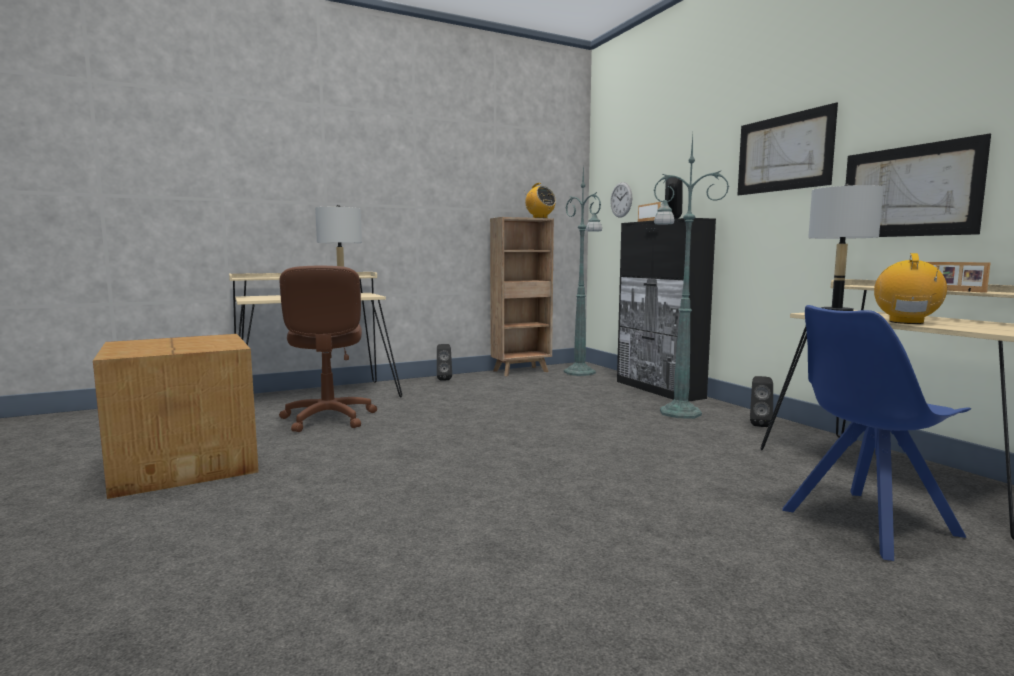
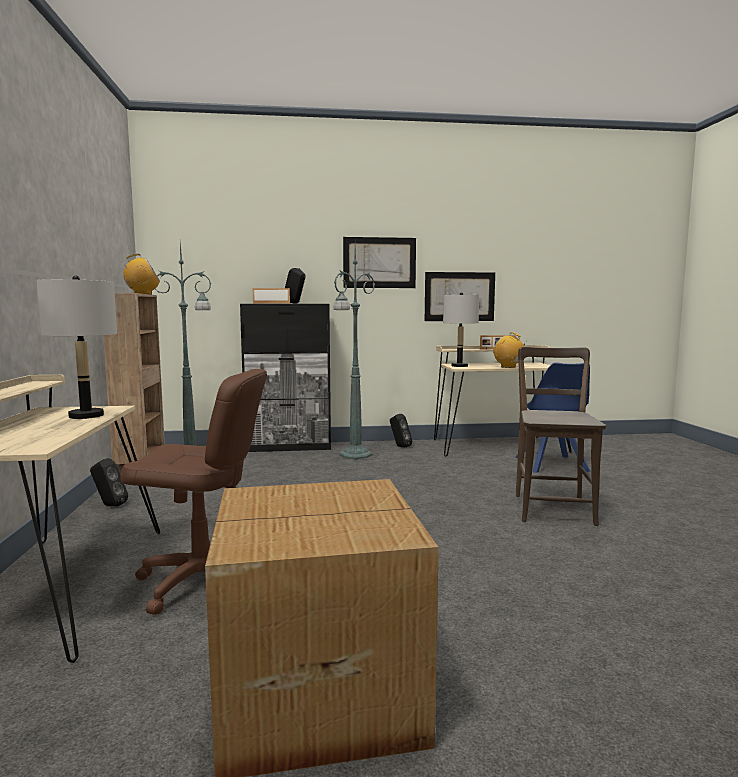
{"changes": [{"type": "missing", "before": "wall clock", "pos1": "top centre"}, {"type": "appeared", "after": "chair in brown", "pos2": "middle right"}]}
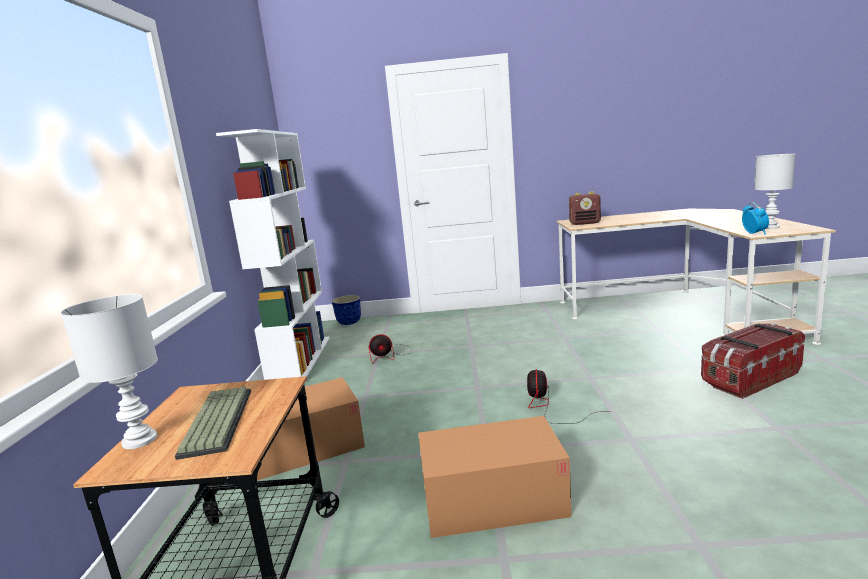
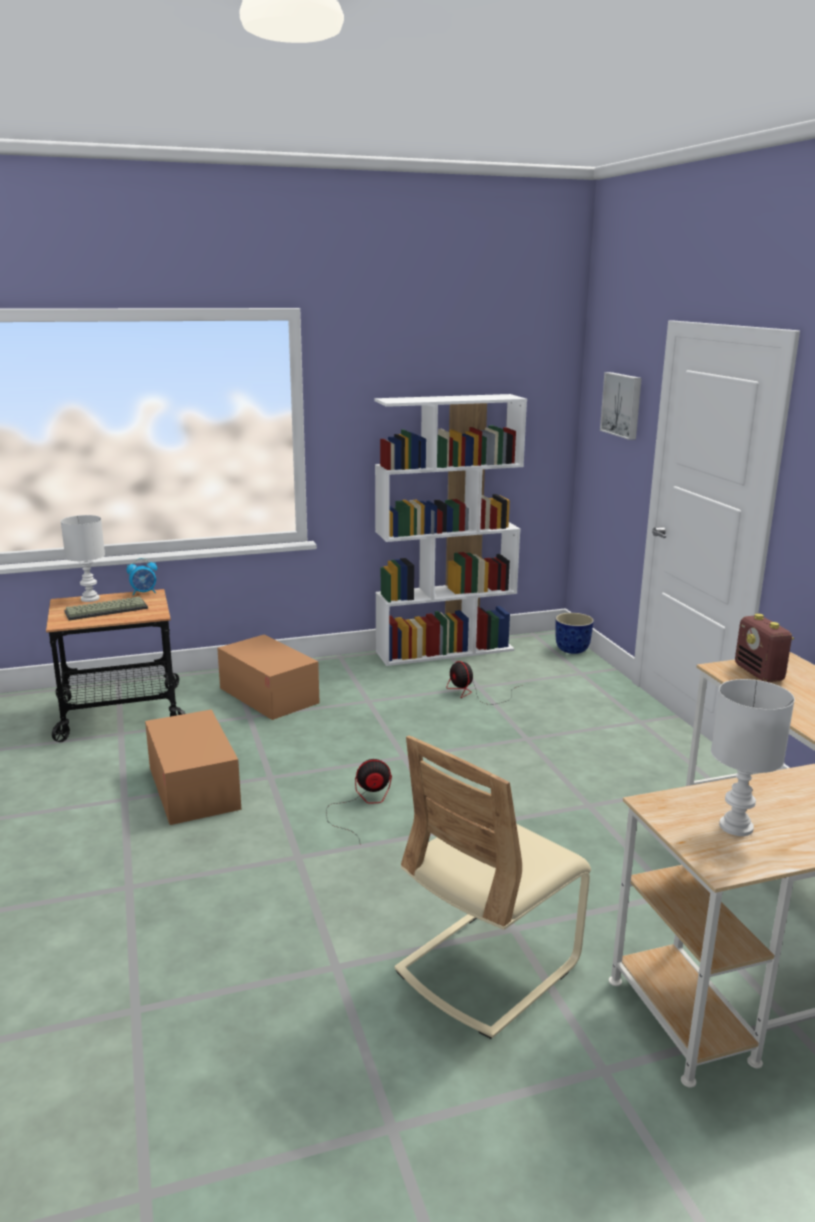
{"changes": [{"type": "exchanged", "before": "storage box", "after": "chair in beige", "pos1": "middle right", "pos2": "bottom centre"}, {"type": "relocated", "before": "alarm clock", "pos1": "middle right", "pos2": "middle left"}, {"type": "appeared", "after": "picture", "pos2": "top right"}]}
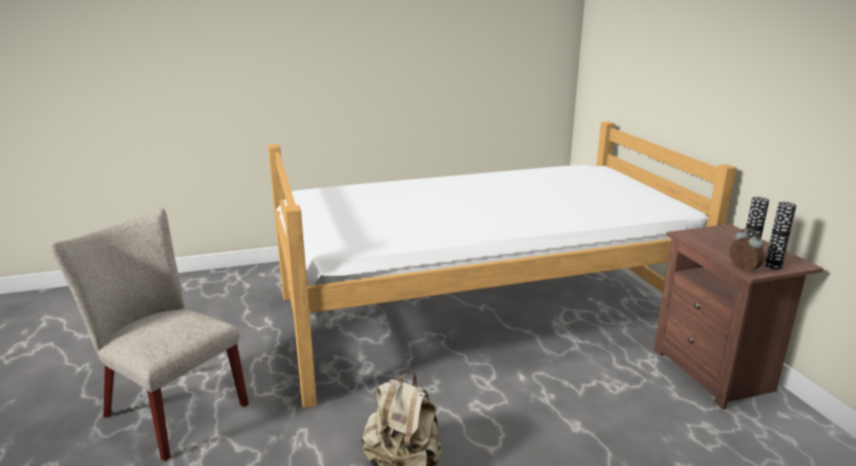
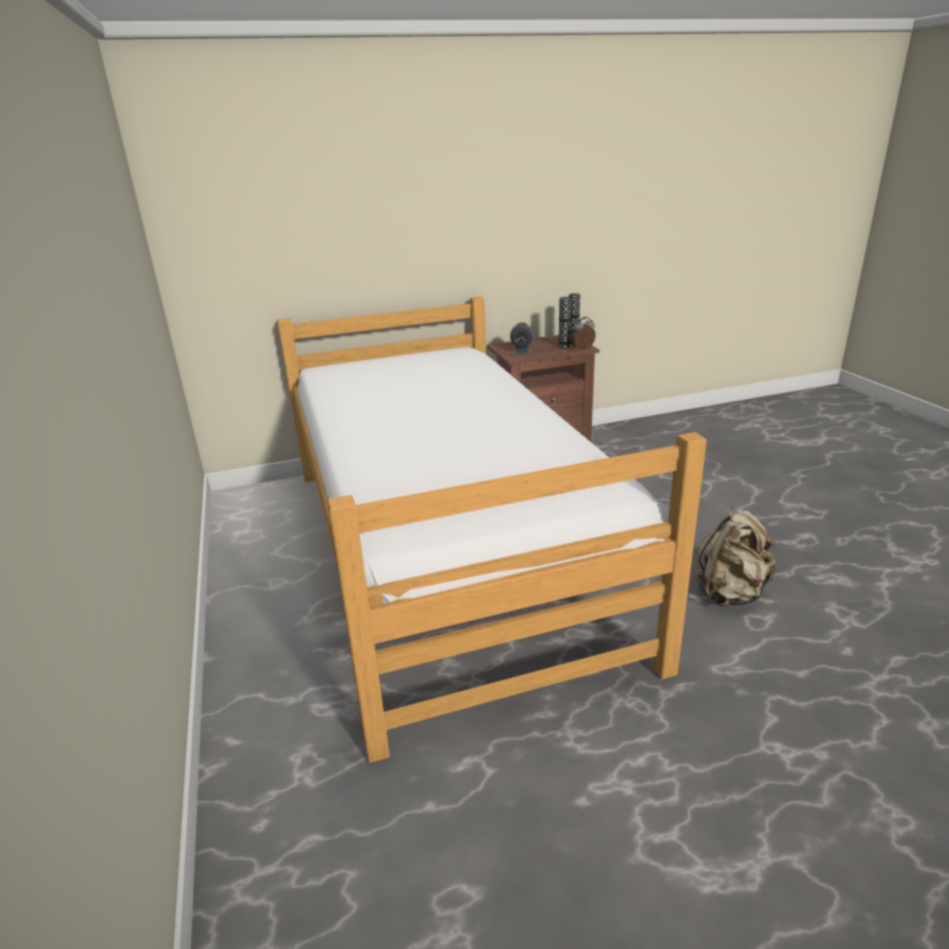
{"changes": [{"type": "missing", "before": "chair in beige", "pos1": "bottom left"}, {"type": "appeared", "after": "alarm clock (no. 1 from left)", "pos2": "centre"}]}
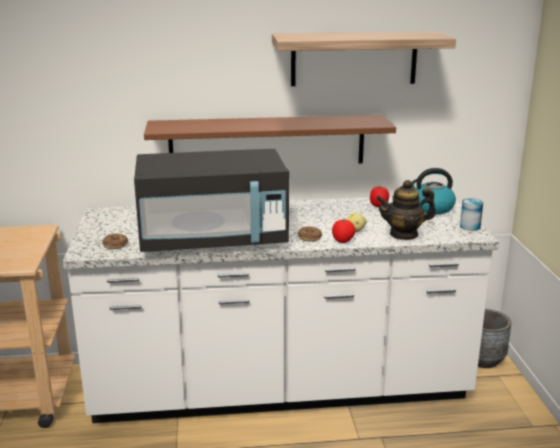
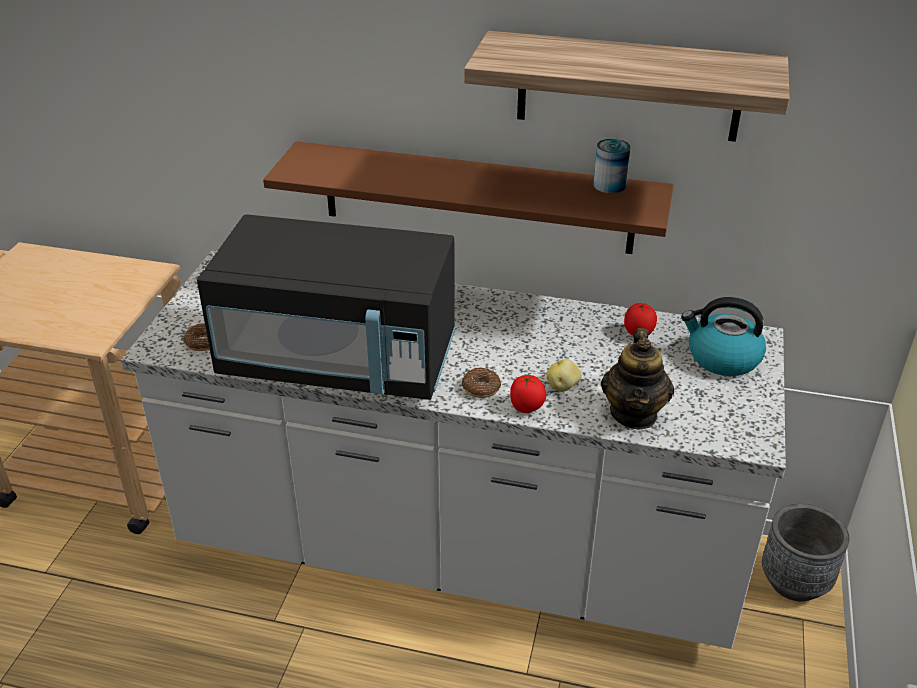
{"changes": [{"type": "spun", "before": "teapot", "pos1": "middle right", "pos2": "middle right", "turn": -90}, {"type": "relocated", "before": "can", "pos1": "middle right", "pos2": "top right"}]}
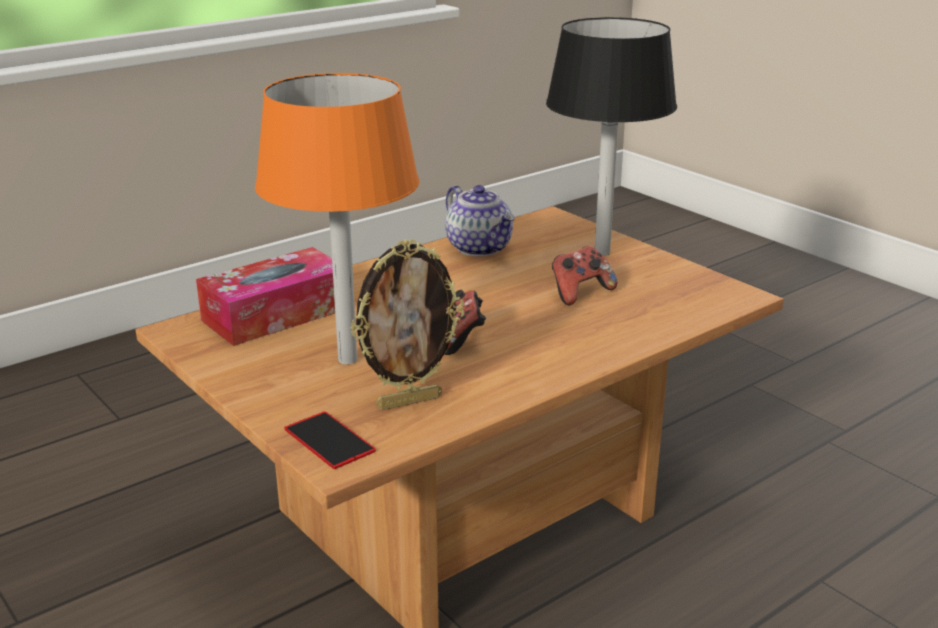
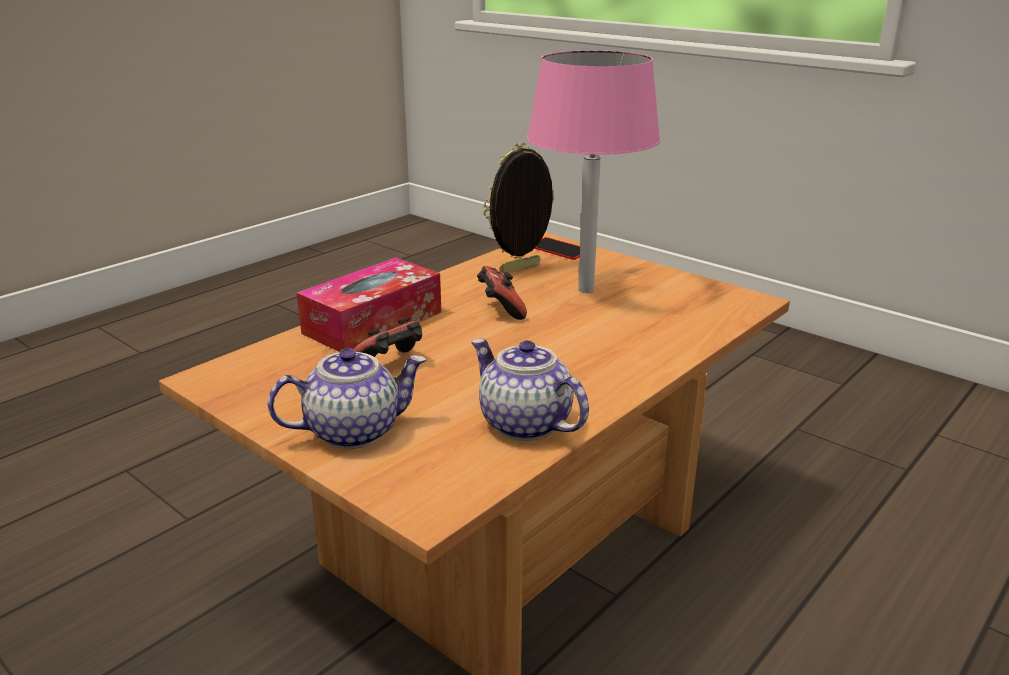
{"changes": [{"type": "relocated", "before": "tissue box", "pos1": "middle left", "pos2": "centre"}, {"type": "colour", "before": "table lamp in orange", "after": "table lamp in pink", "pos1": "centre", "pos2": "top centre"}, {"type": "exchanged", "before": "table lamp in black", "after": "teapot (no. 1 from left)", "pos1": "top centre", "pos2": "centre"}]}
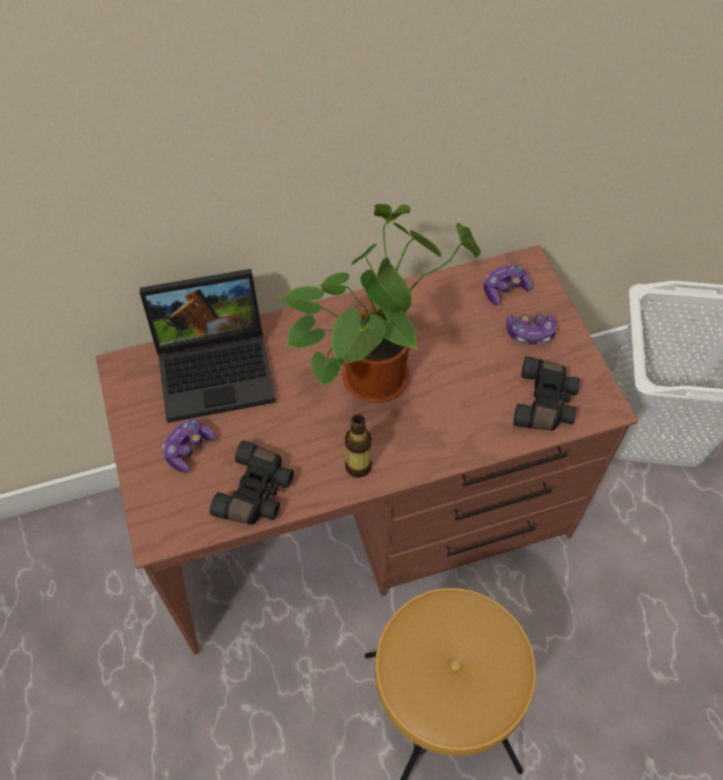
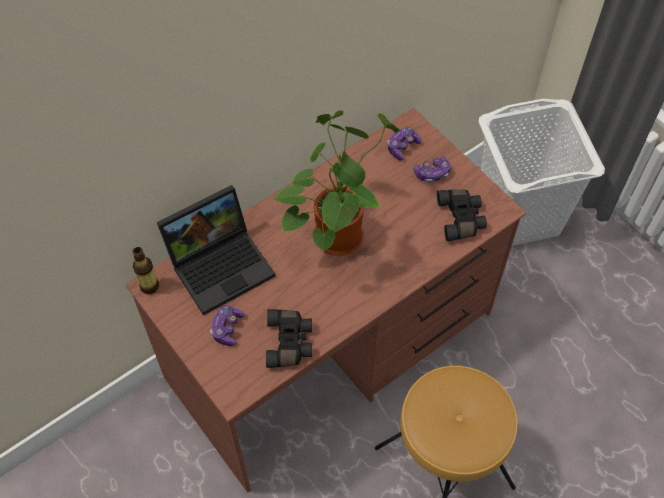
{"changes": [{"type": "relocated", "before": "bottle", "pos1": "centre", "pos2": "middle left"}]}
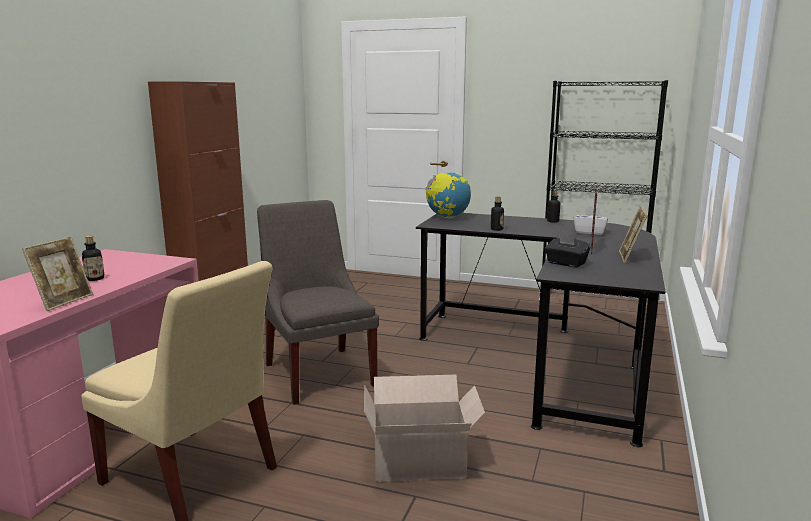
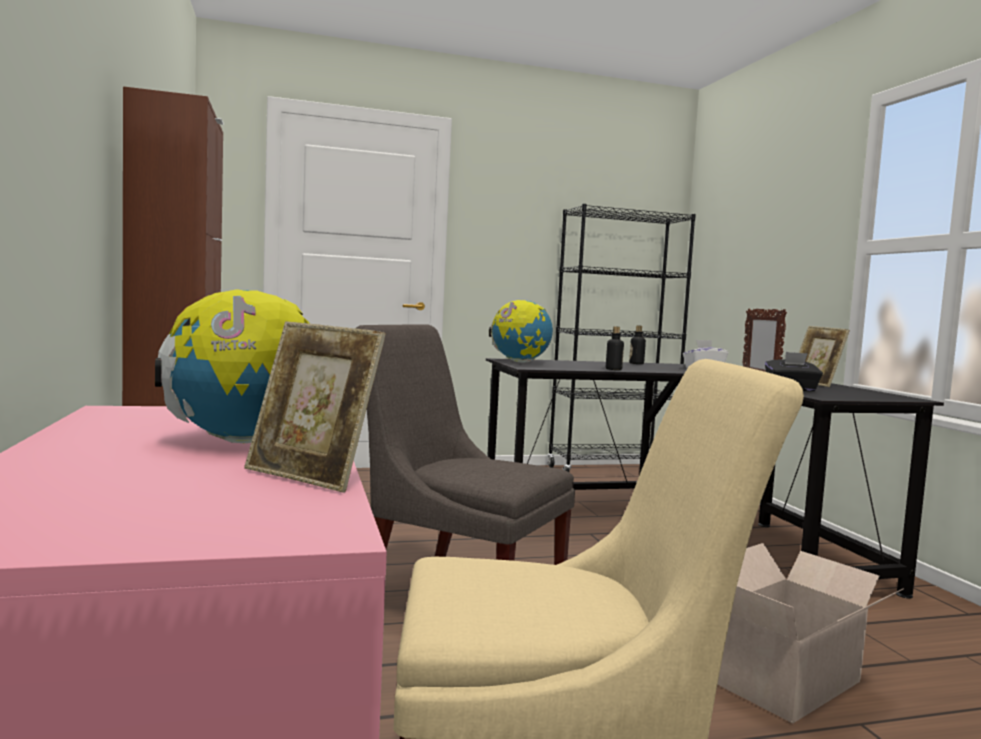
{"changes": [{"type": "spun", "before": "picture frame (no. 1 from left)", "pos1": "middle left", "pos2": "middle left", "turn": 135}, {"type": "exchanged", "before": "bottle (no. 1 from left)", "after": "globe (no. 1 from left)", "pos1": "middle left", "pos2": "middle left"}]}
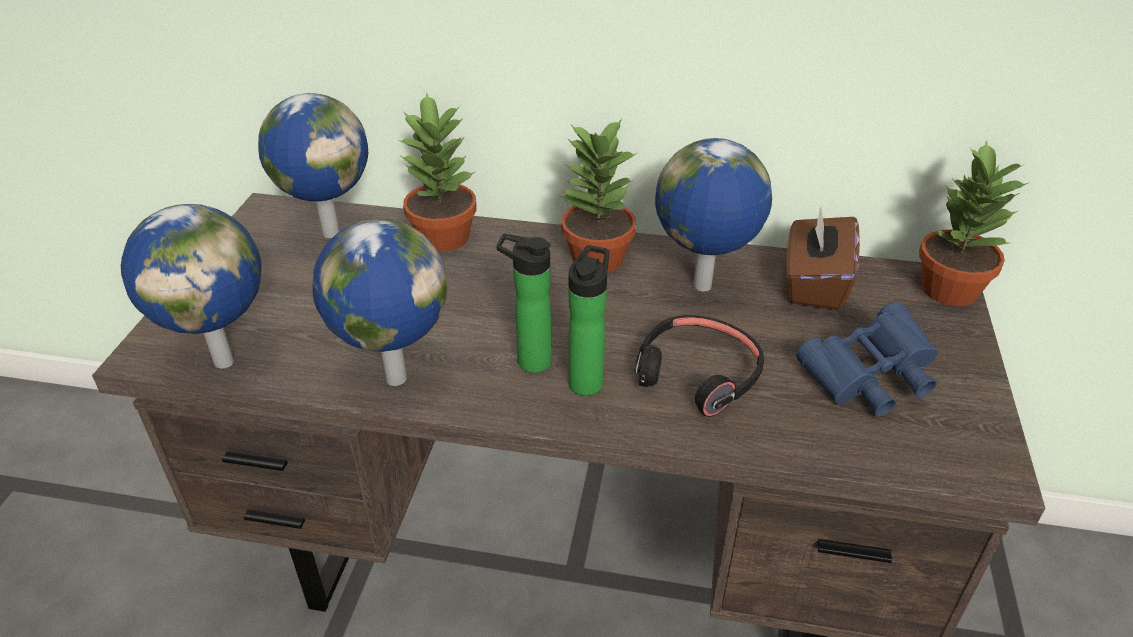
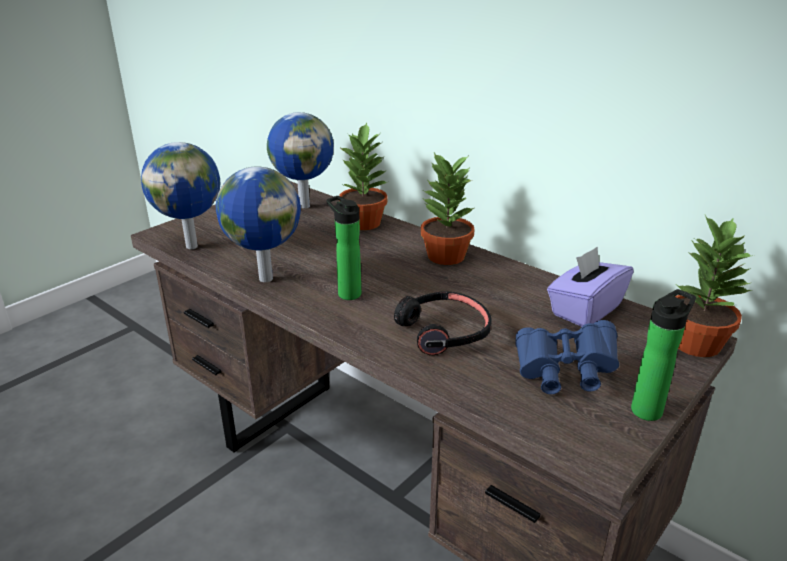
{"changes": [{"type": "relocated", "before": "bottle (no. 2 from left)", "pos1": "centre", "pos2": "middle right"}, {"type": "missing", "before": "globe (no. 4 from left)", "pos1": "centre"}, {"type": "colour", "before": "tissue box in brown", "after": "tissue box in purple", "pos1": "middle right", "pos2": "middle right"}]}
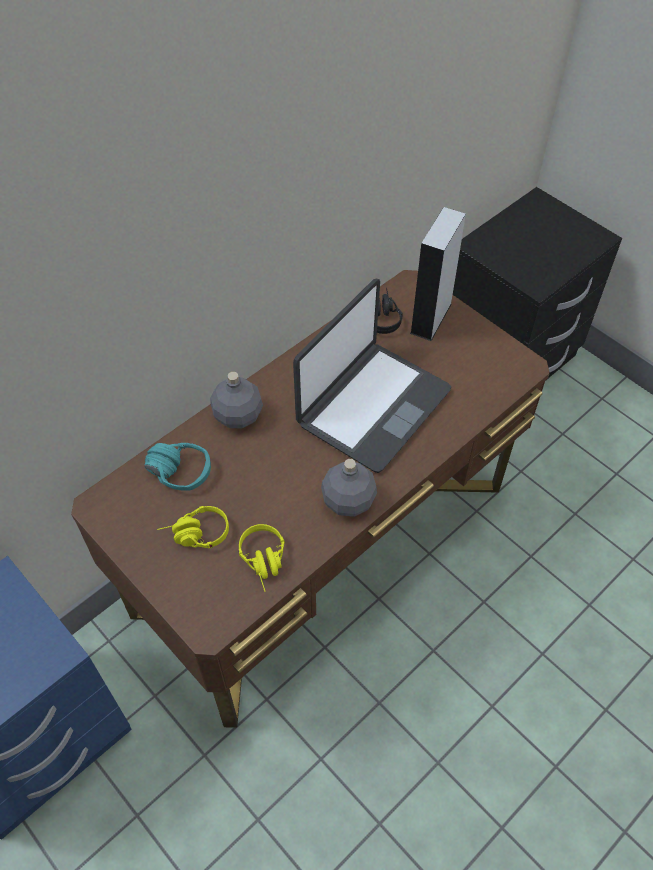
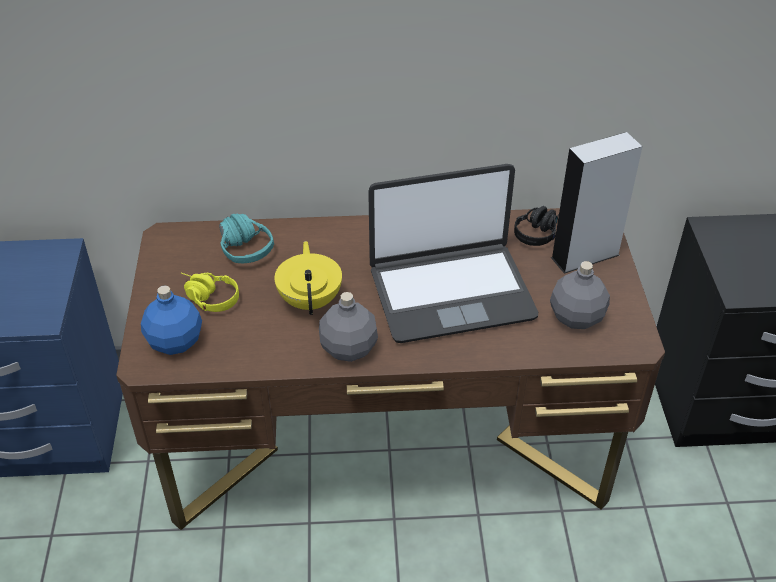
{"changes": [{"type": "relocated", "before": "bottle in grey (no. 1 from left in the first image)", "after": "bottle in grey (no. 2 from left)", "pos1": "centre", "pos2": "middle right"}, {"type": "missing", "before": "headphones in yellow (no. 2 from left)", "pos1": "centre"}, {"type": "appeared", "after": "bottle in blue", "pos2": "middle left"}, {"type": "appeared", "after": "teapot in yellow", "pos2": "centre"}]}
